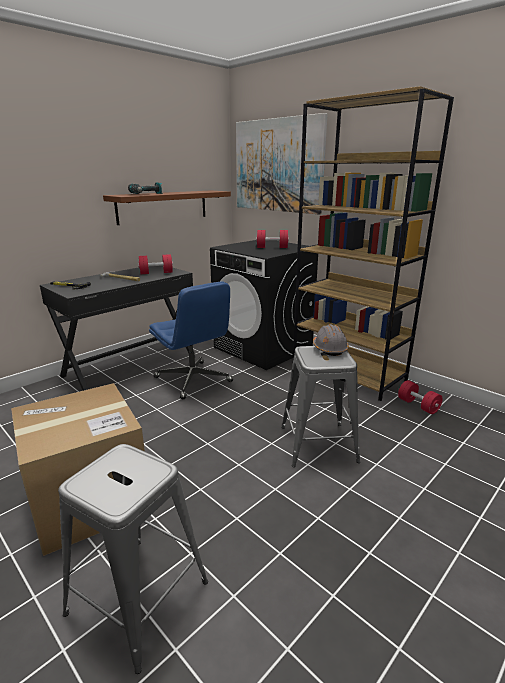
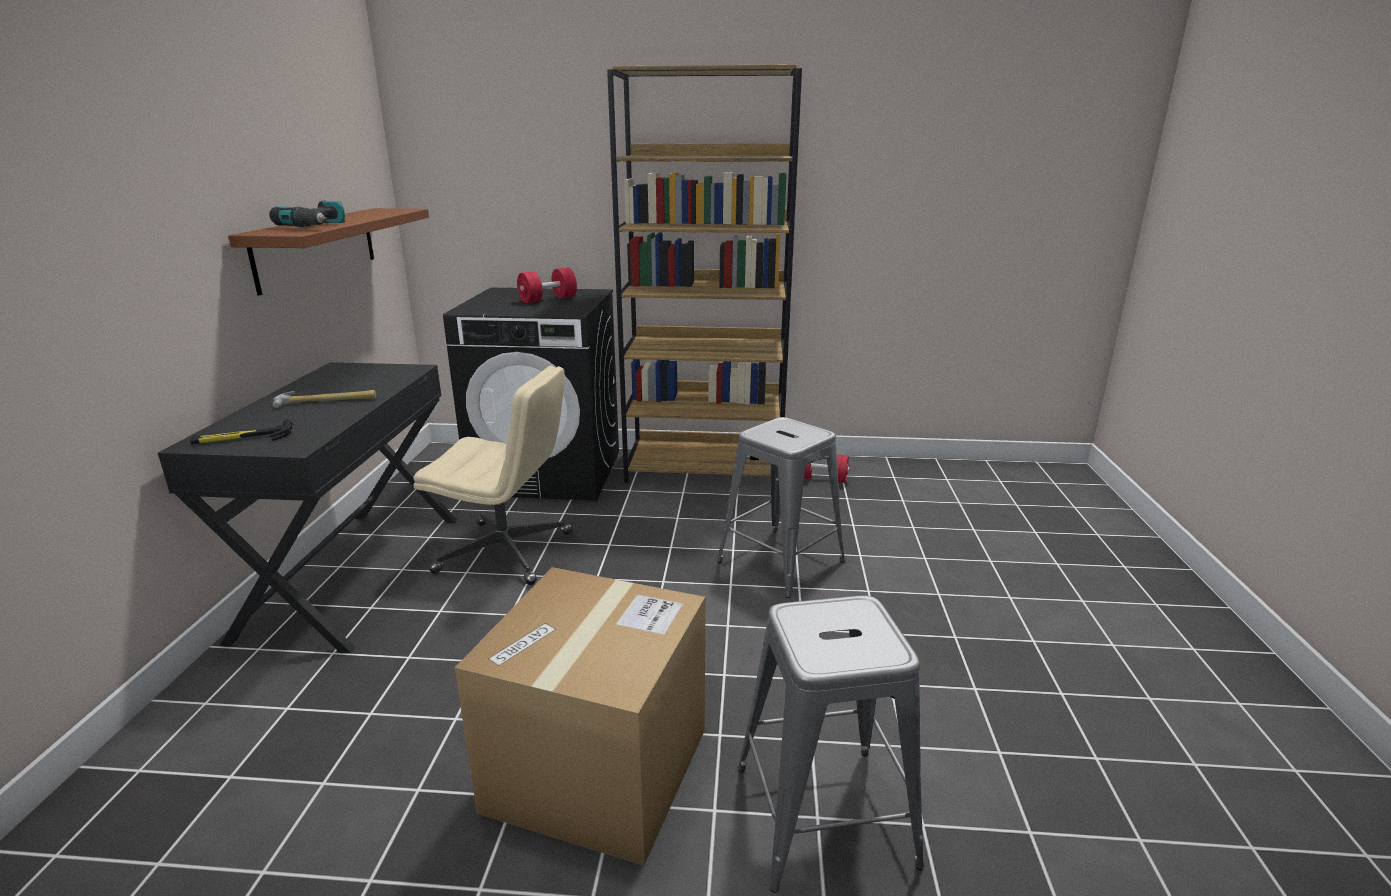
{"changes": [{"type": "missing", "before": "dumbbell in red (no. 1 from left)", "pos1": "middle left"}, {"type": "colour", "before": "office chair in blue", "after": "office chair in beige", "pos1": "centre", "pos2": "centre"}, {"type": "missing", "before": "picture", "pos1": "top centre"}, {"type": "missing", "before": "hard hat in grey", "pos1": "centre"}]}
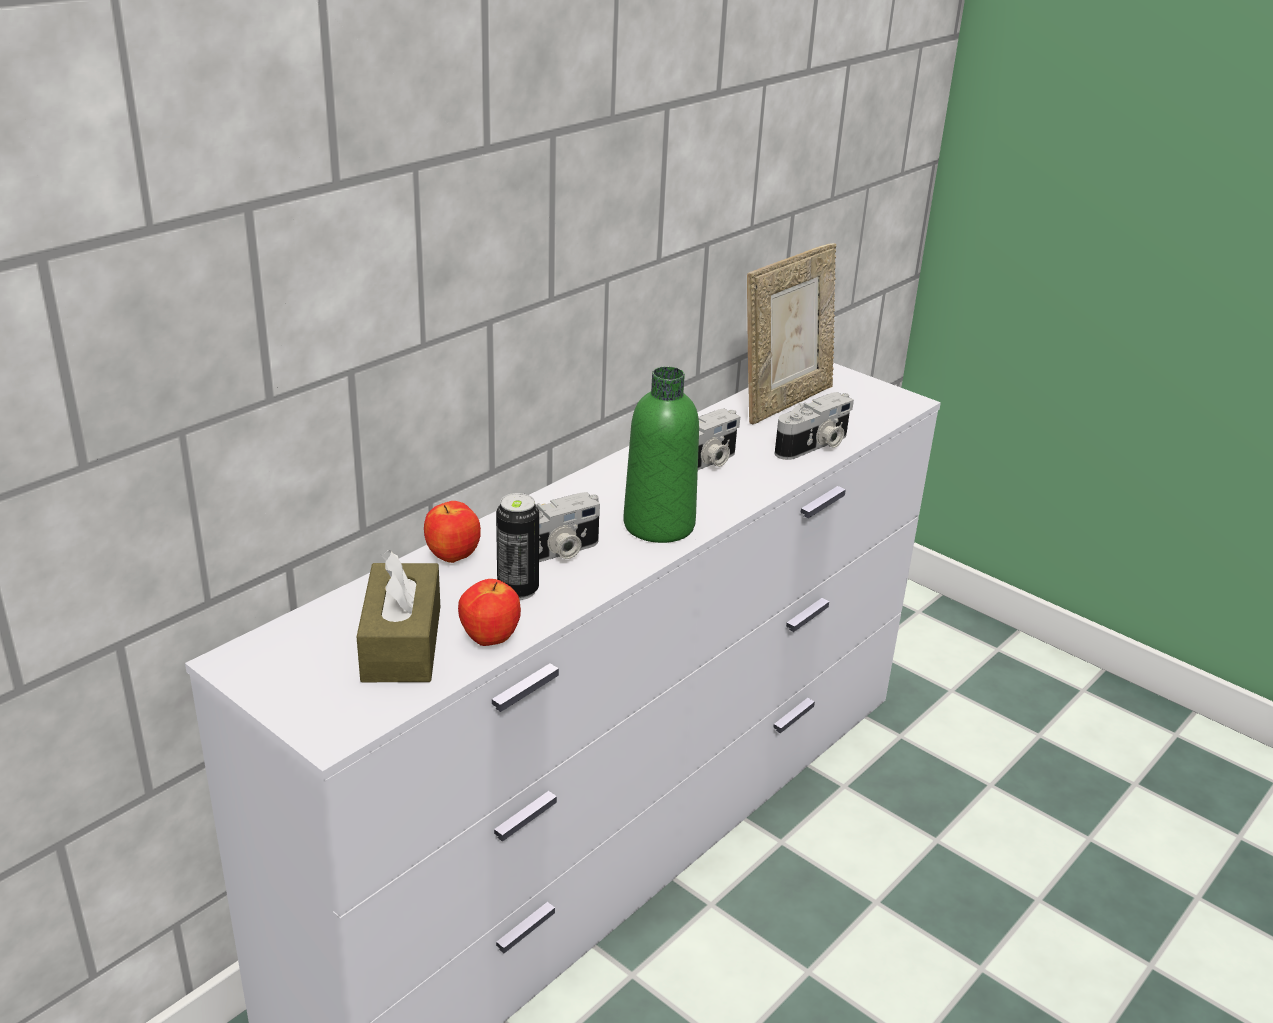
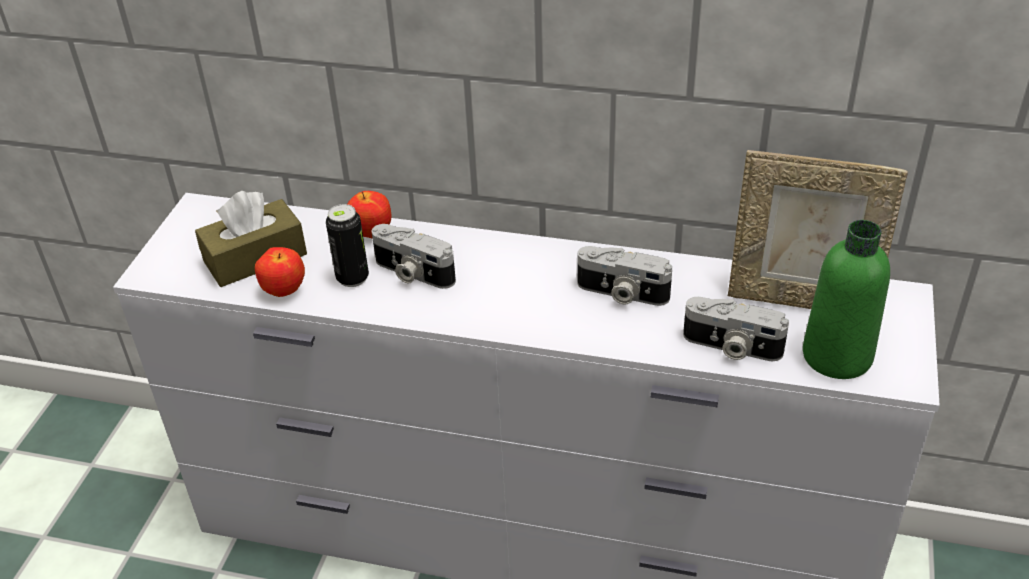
{"changes": [{"type": "relocated", "before": "bottle in green", "pos1": "centre", "pos2": "middle right"}]}
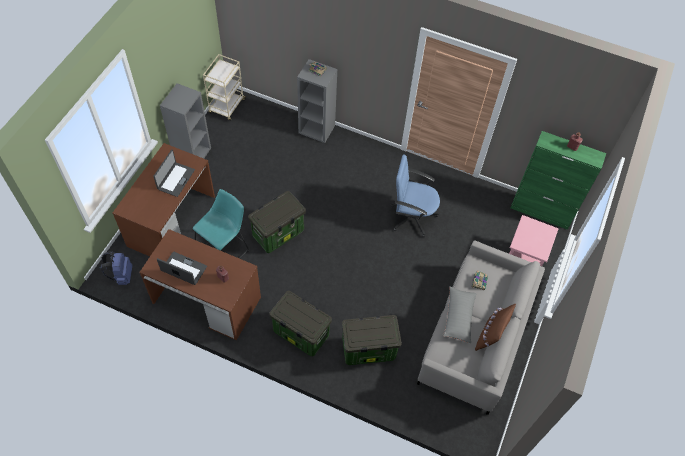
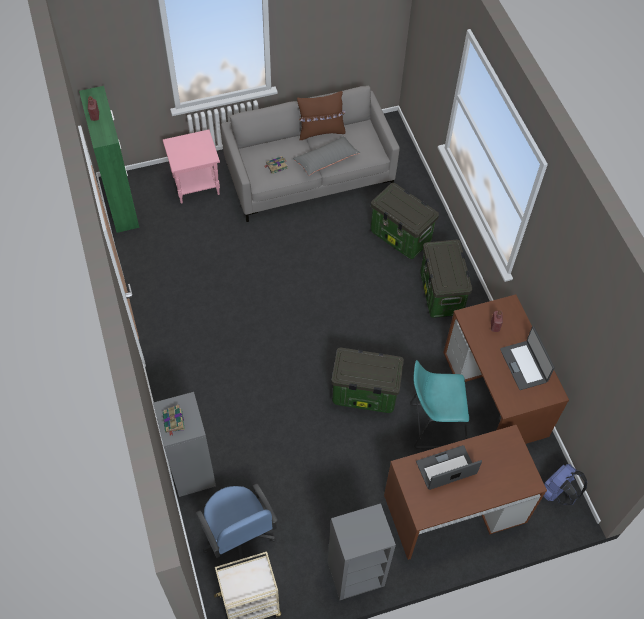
{"changes": [{"type": "relocated", "before": "office chair in blue", "pos1": "centre", "pos2": "bottom centre"}]}
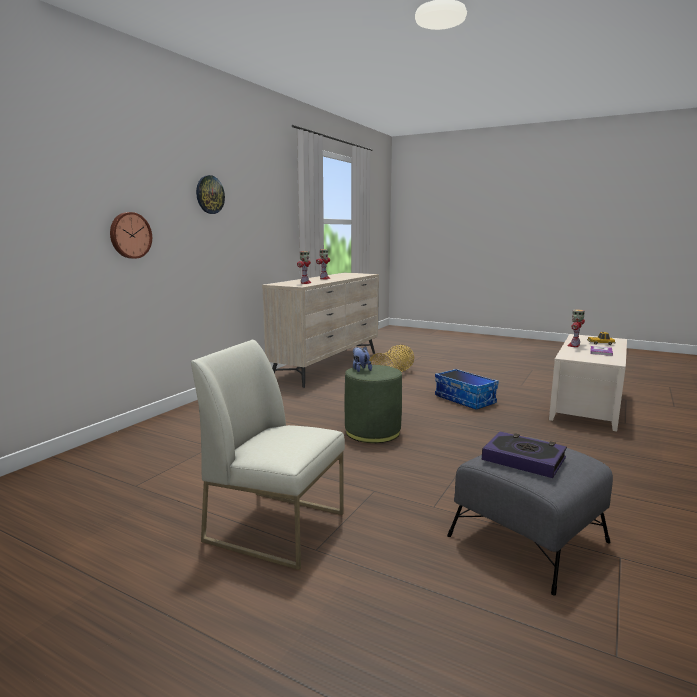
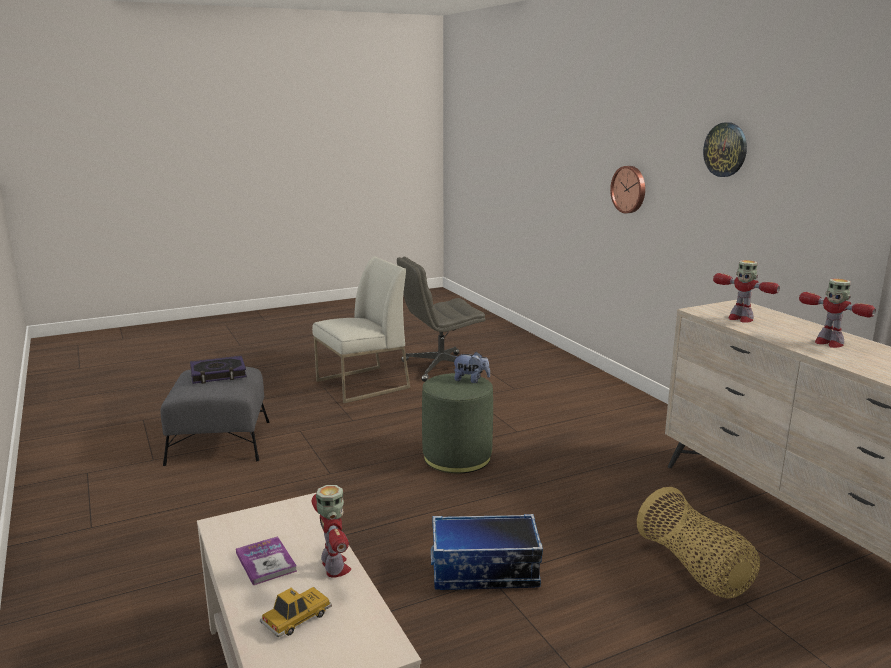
{"changes": [{"type": "appeared", "after": "office chair in grey", "pos2": "centre"}]}
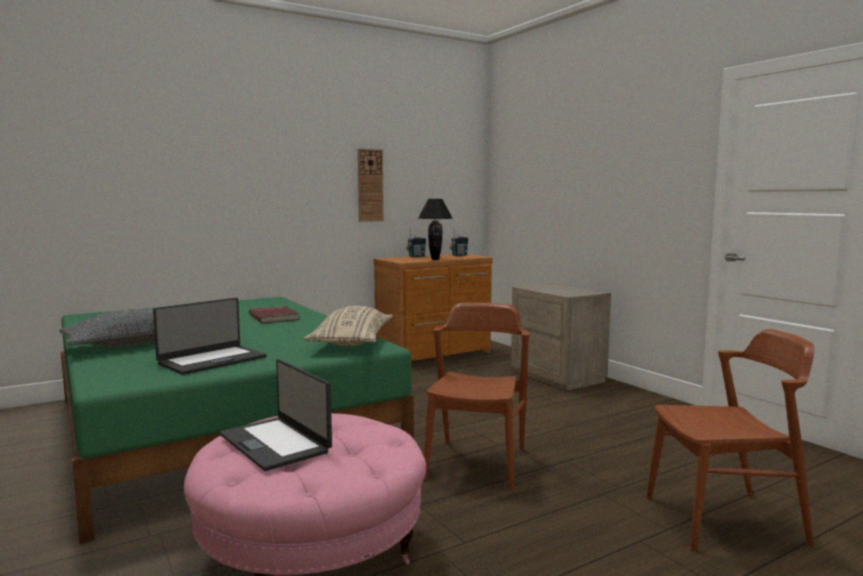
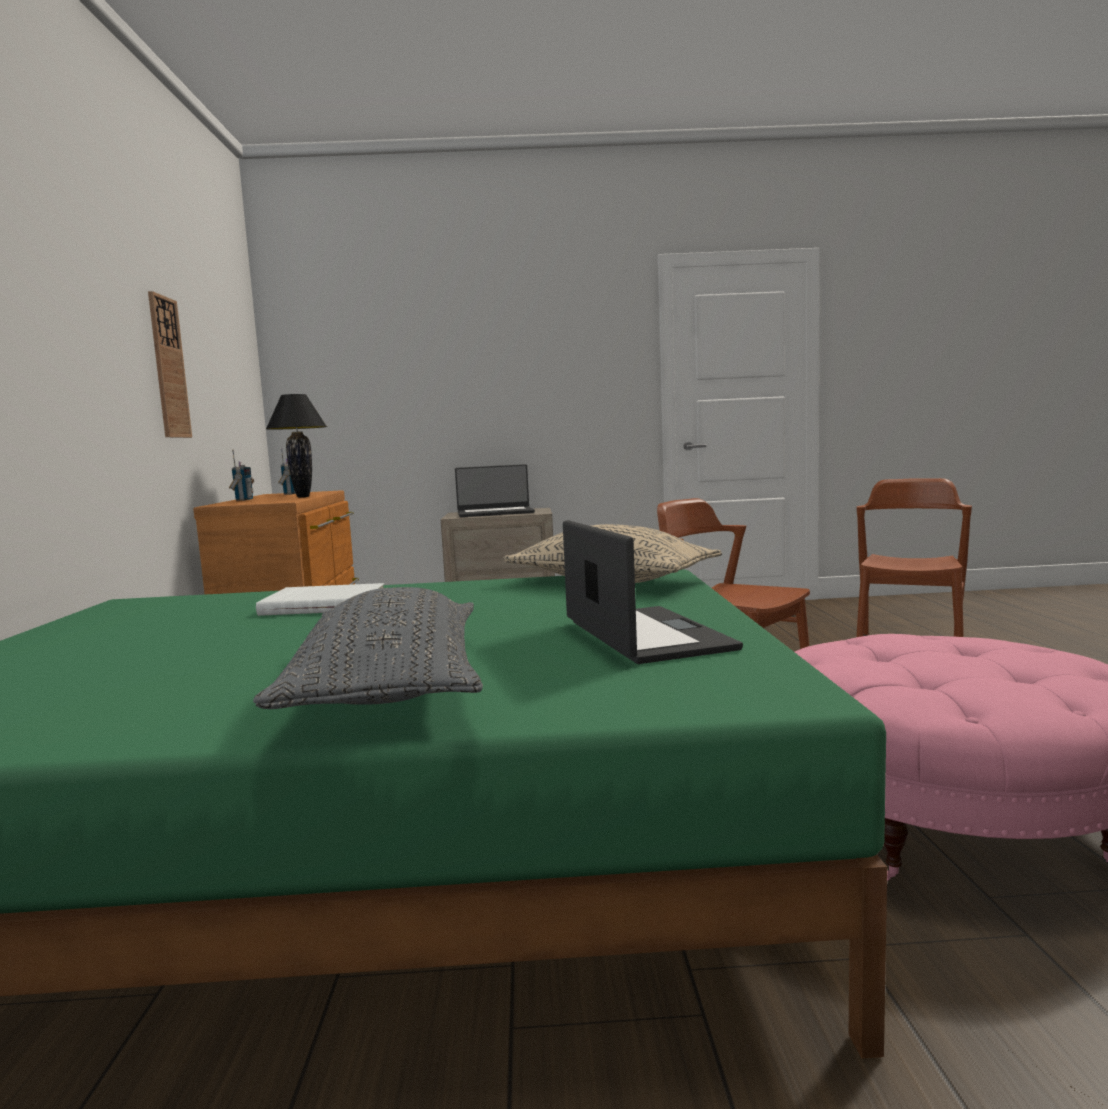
{"changes": [{"type": "relocated", "before": "laptop (no. 2 from left in the first image)", "after": "laptop (no. 1 from left)", "pos1": "bottom left", "pos2": "centre"}, {"type": "colour", "before": "book in red", "after": "book in white", "pos1": "middle left", "pos2": "middle left"}]}
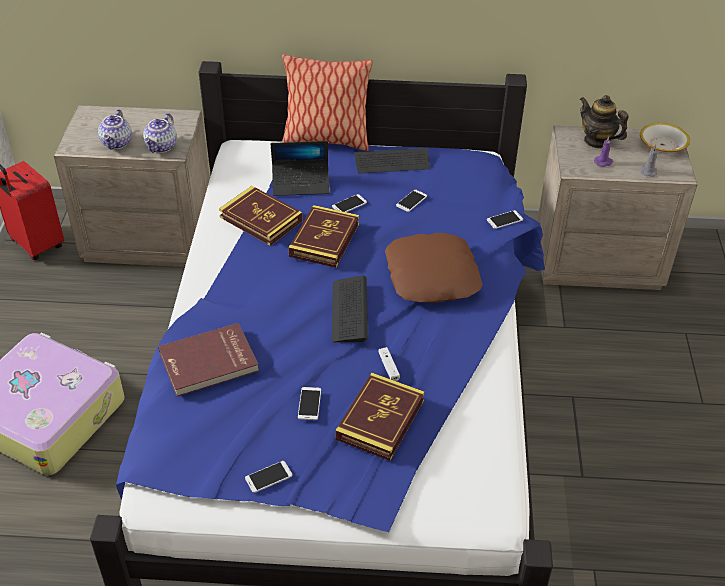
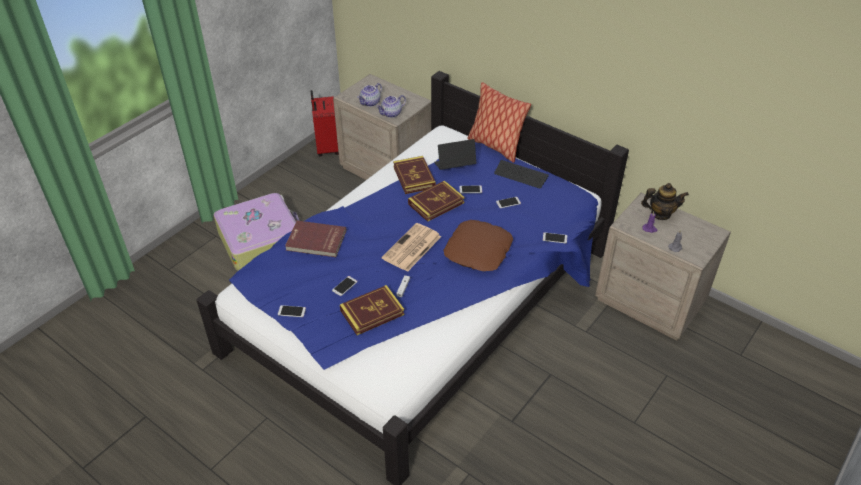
{"changes": [{"type": "spun", "before": "laptop", "pos1": "top centre", "pos2": "top centre", "turn": 135}, {"type": "exchanged", "before": "keyboard (no. 1 from left)", "after": "newspaper", "pos1": "centre", "pos2": "centre"}, {"type": "spun", "before": "teapot (no. 3 from left)", "pos1": "top right", "pos2": "middle right", "turn": 105}, {"type": "missing", "before": "bowl", "pos1": "top right"}]}
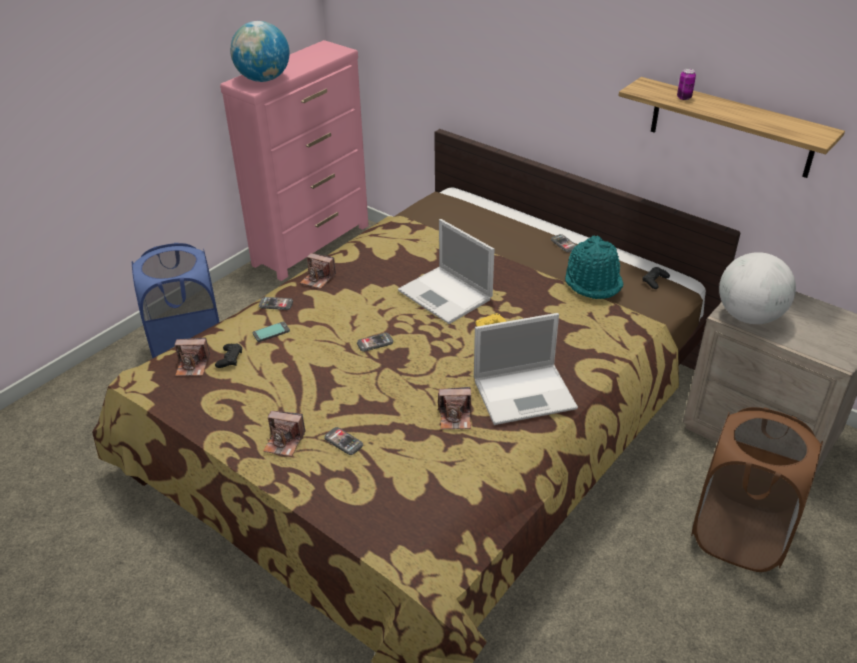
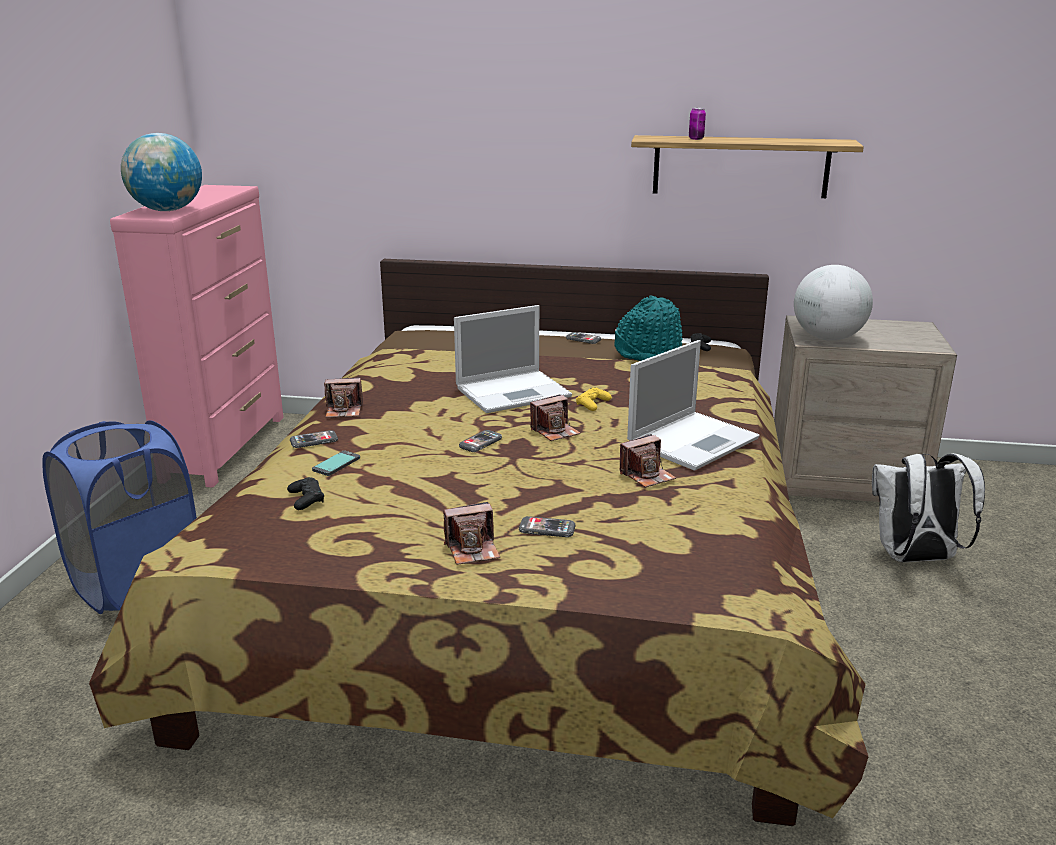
{"changes": [{"type": "relocated", "before": "photo camera (no. 1 from left in the first image)", "after": "photo camera (no. 3 from left)", "pos1": "middle left", "pos2": "centre"}, {"type": "spun", "before": "laptop (no. 1 from left)", "pos1": "centre", "pos2": "centre", "turn": -45}, {"type": "exchanged", "before": "laundry basket in brown", "after": "backpack in white", "pos1": "bottom right", "pos2": "middle right"}]}
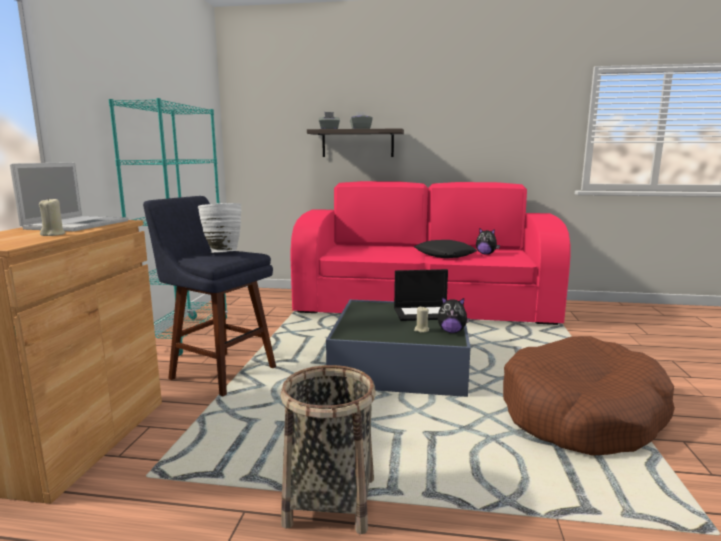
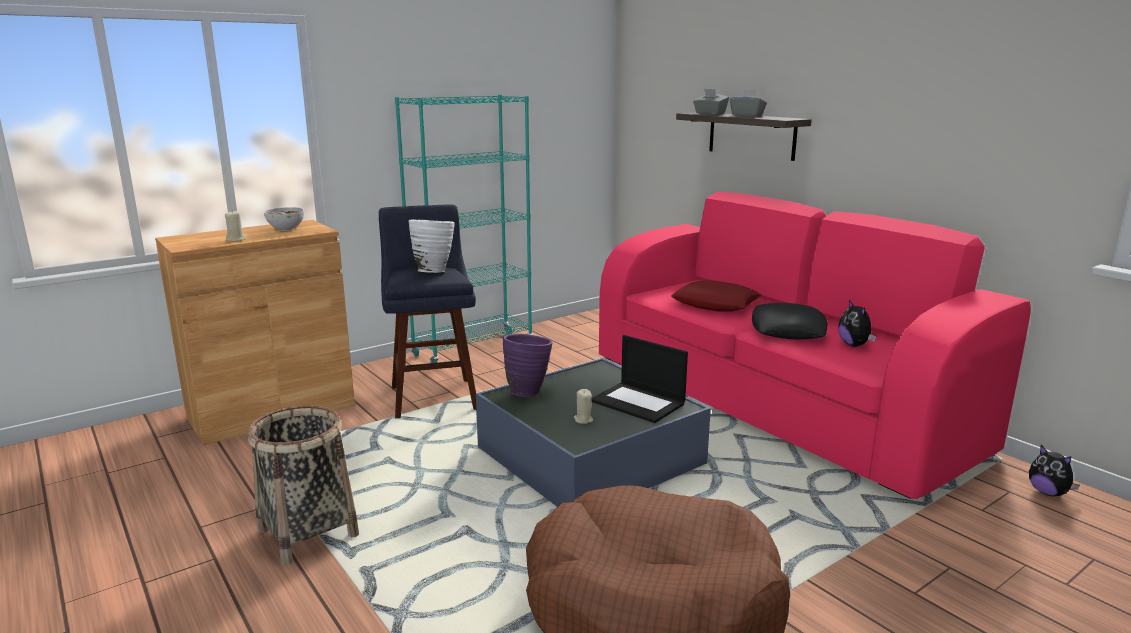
{"changes": [{"type": "exchanged", "before": "laptop (no. 1 from left)", "after": "bowl", "pos1": "middle left", "pos2": "middle left"}, {"type": "relocated", "before": "plush toy (no. 1 from left in the first image)", "after": "plush toy (no. 2 from left)", "pos1": "centre", "pos2": "bottom right"}, {"type": "appeared", "after": "vase in purple", "pos2": "centre"}, {"type": "appeared", "after": "pillow in red", "pos2": "centre"}]}
